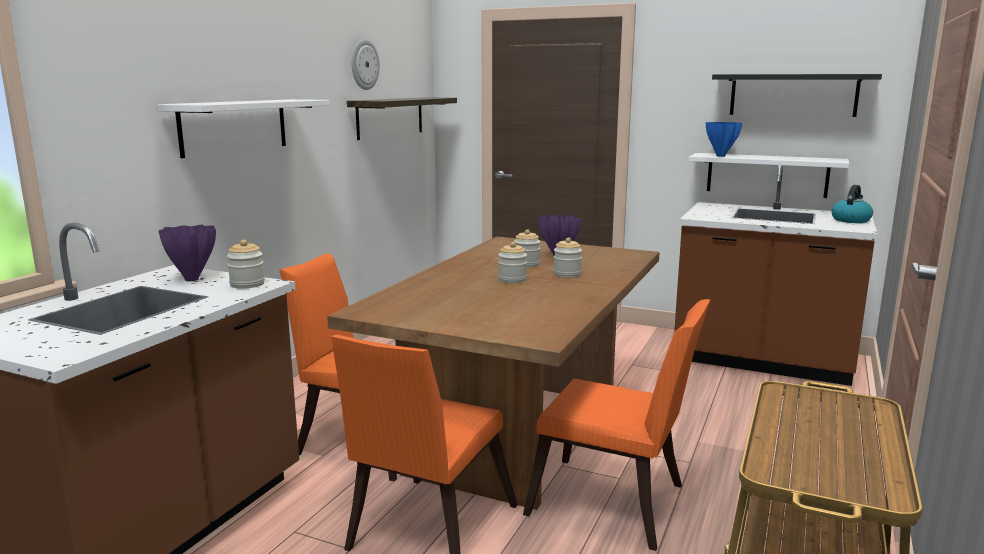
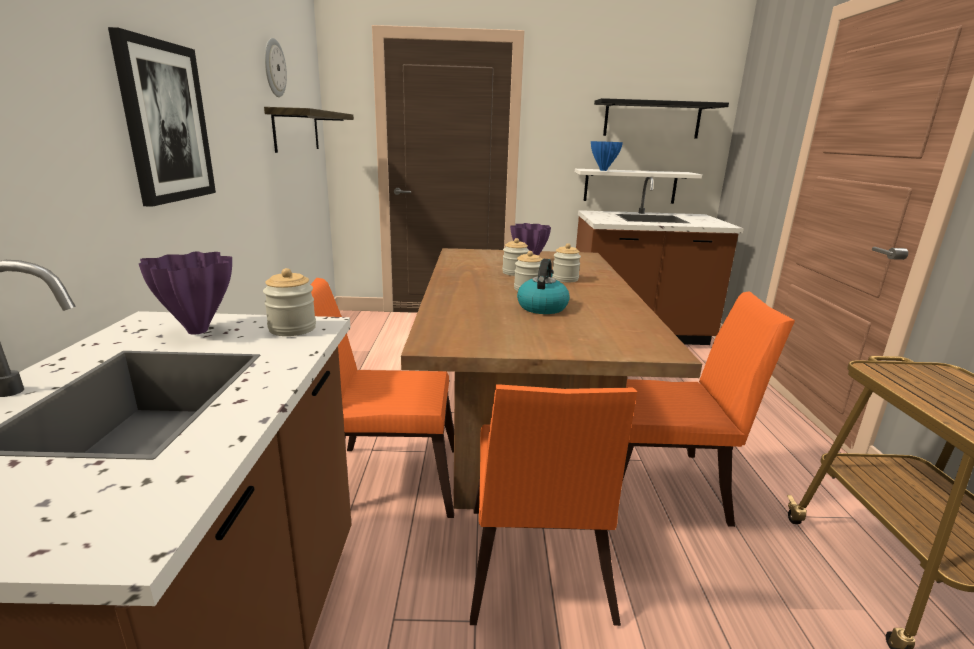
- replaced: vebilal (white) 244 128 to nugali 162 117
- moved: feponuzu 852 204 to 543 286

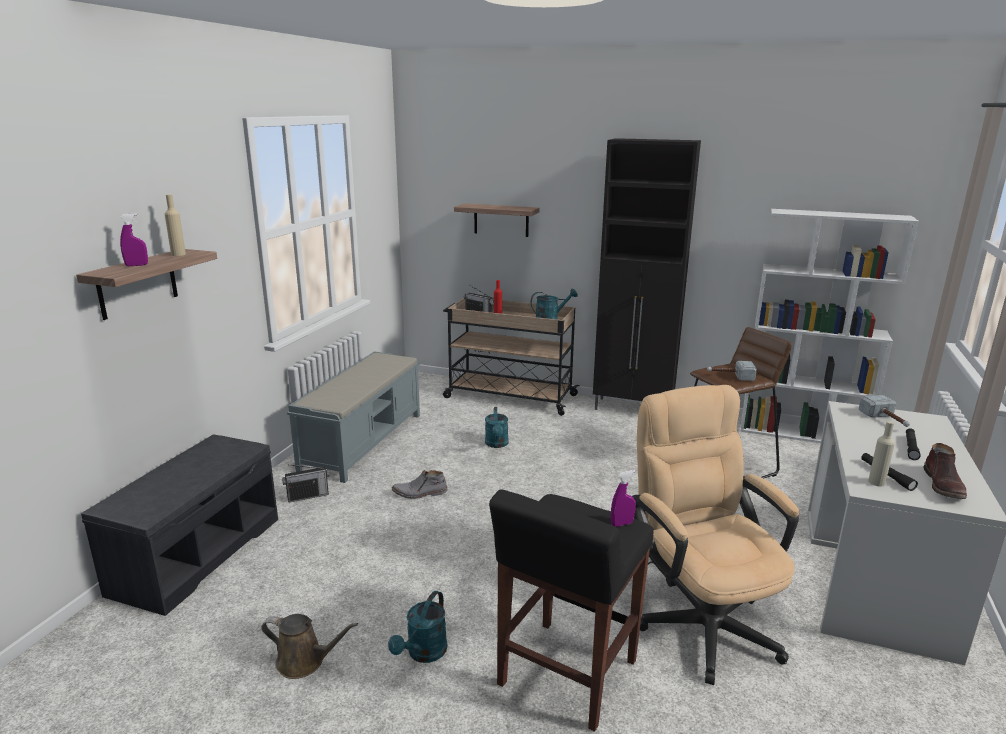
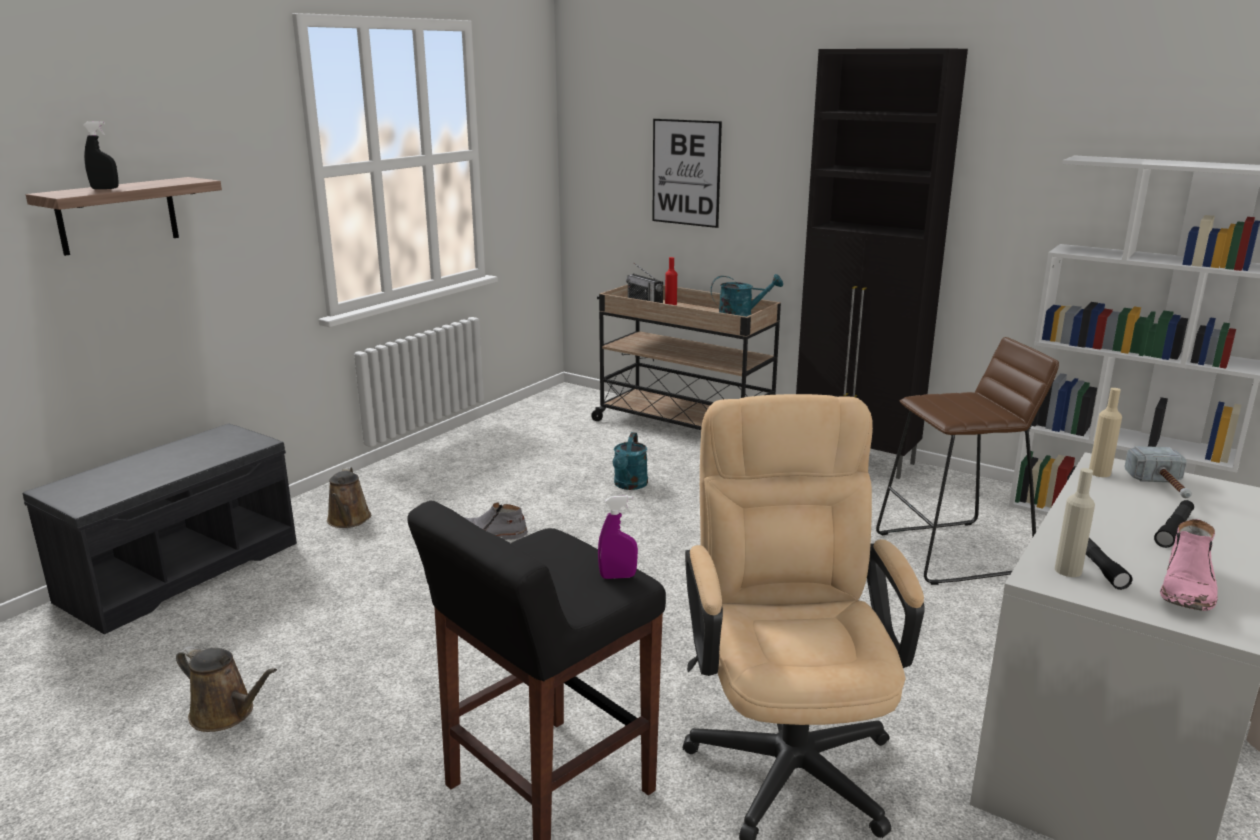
- recoloured: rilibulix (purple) 134 239 to rilibulix (black) 101 155
- moved: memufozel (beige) 175 225 to 1105 432
- replaced: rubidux 306 483 to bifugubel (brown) 349 497
- removed: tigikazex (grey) 353 417
- removed: bifugubel (turquoise) 418 627
- replaced: vebilal 497 220 to nugali 687 173
- removed: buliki 732 371
- recoloured: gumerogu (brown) 945 471 to gumerogu (pink) 1189 565

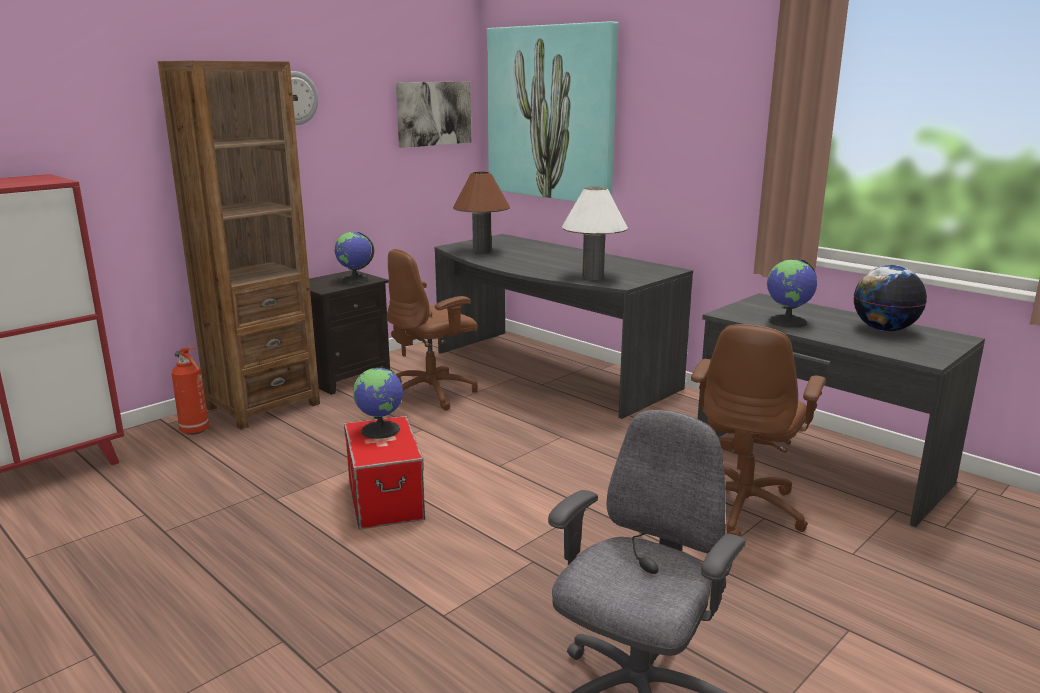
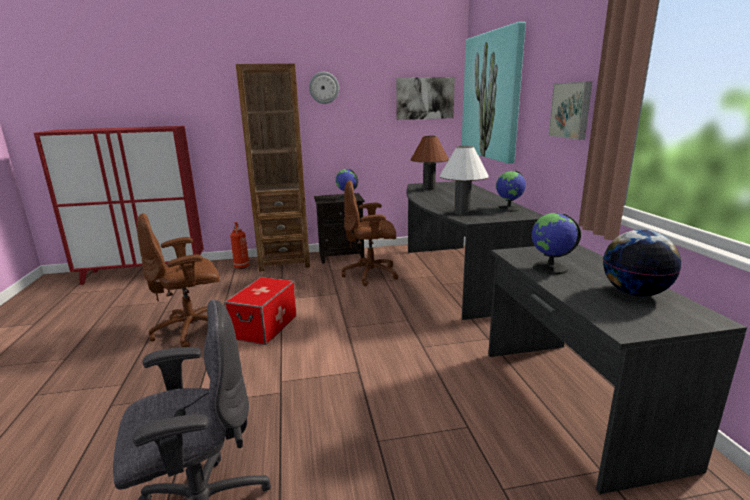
- moved: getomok 378 402 to 511 191
- moved: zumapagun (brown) 758 430 to 178 280
- added: nugali 570 111

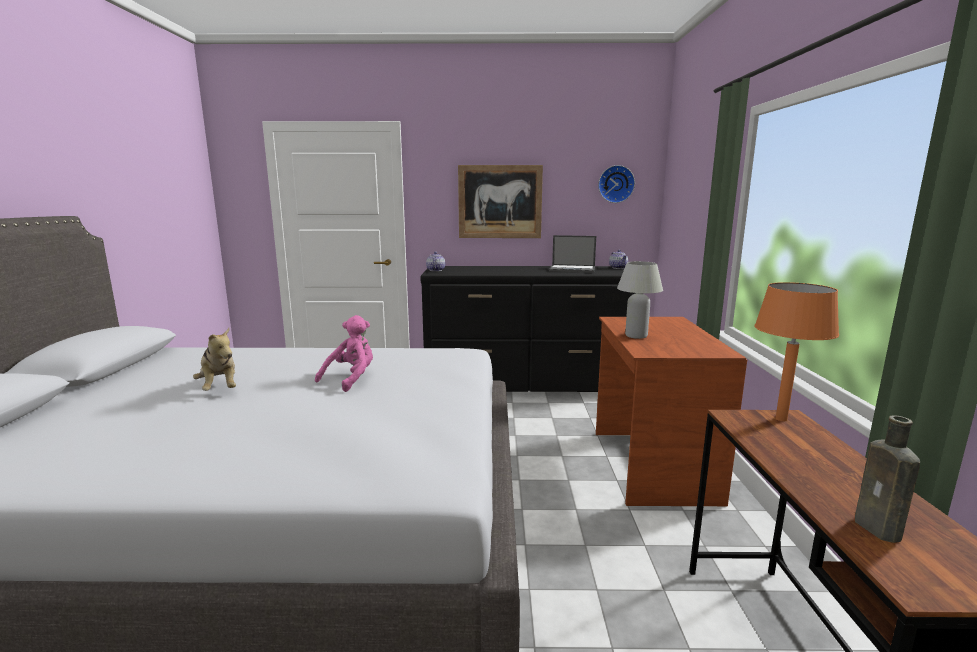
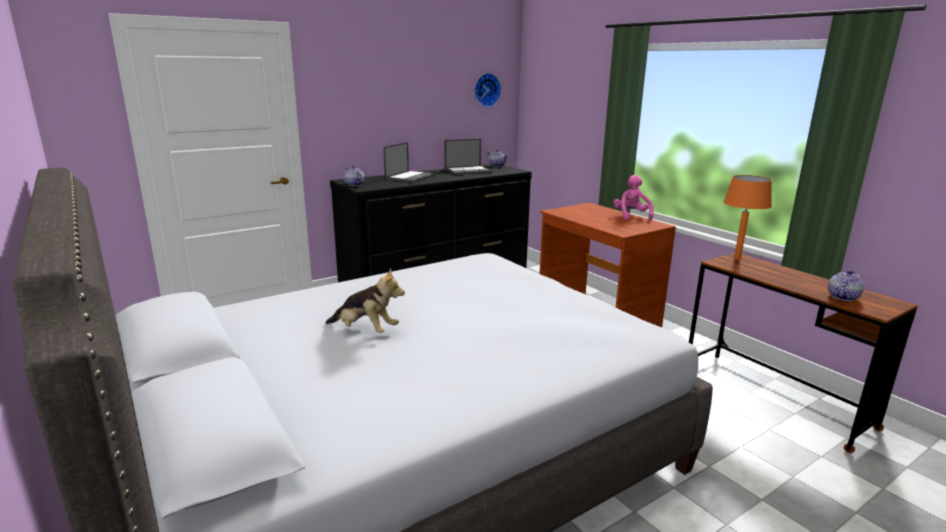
- moved: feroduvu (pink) 344 353 to 633 198
- removed: nugali 500 201
- removed: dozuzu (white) 640 300
- replaced: memufozel (brown) 887 479 to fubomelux 846 285
- added: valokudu 409 162

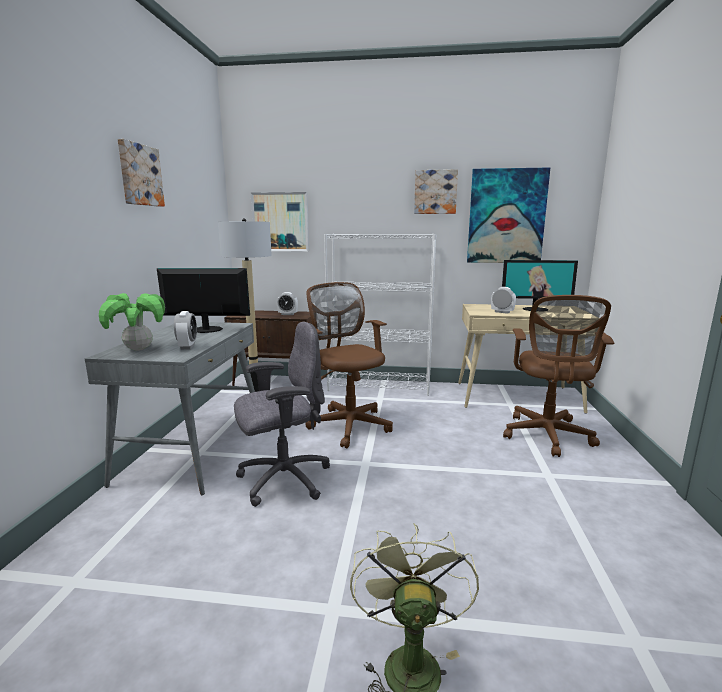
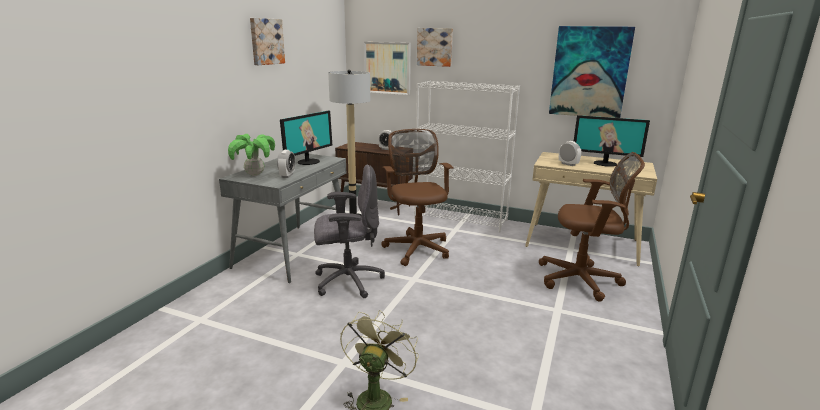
- turned: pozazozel 203 300 = 306 138 105 degrees clockwise
- moved: nugali 436 191 to 435 47
- turned: zumapagun (brown) 558 376 = 592 227 105 degrees counterclockwise

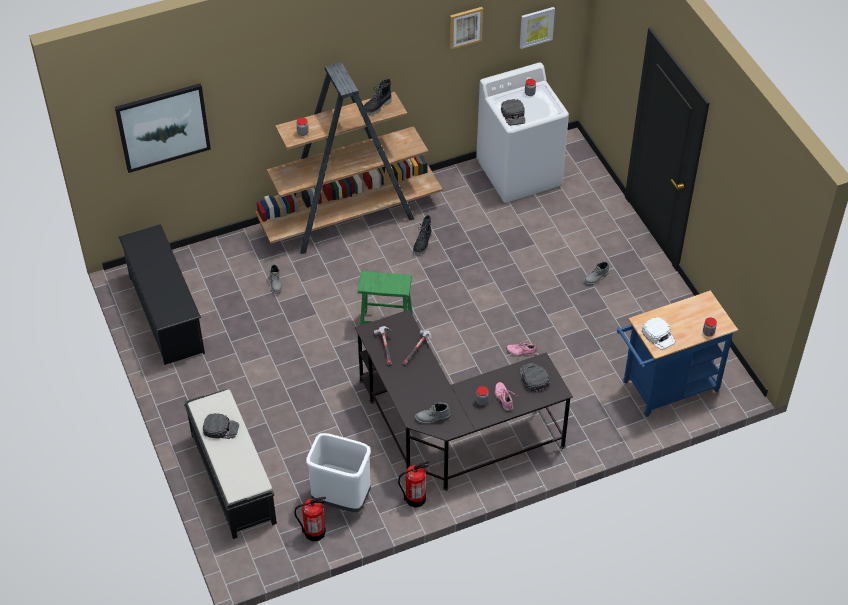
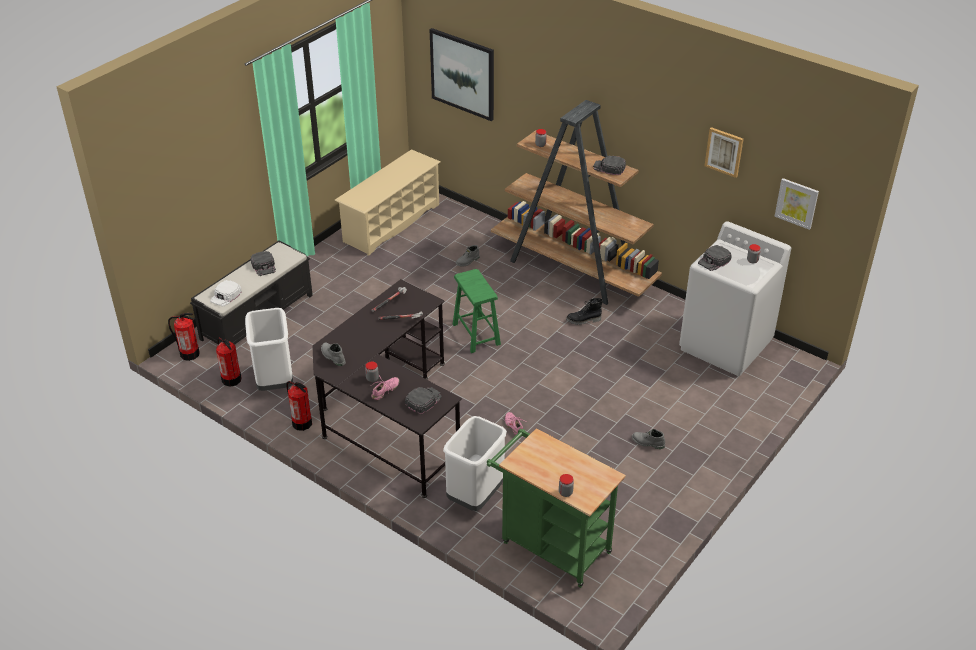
- recoloured: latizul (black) 162 294 to latizul (beige) 387 202
- replaced: gumerogu (black) 377 97 to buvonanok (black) 609 165
- recoloured: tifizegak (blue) 677 353 to tifizegak (green) 556 508
- moved: buvonanok (white) 658 333 to 226 293
- added: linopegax 183 337
- added: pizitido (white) 475 463

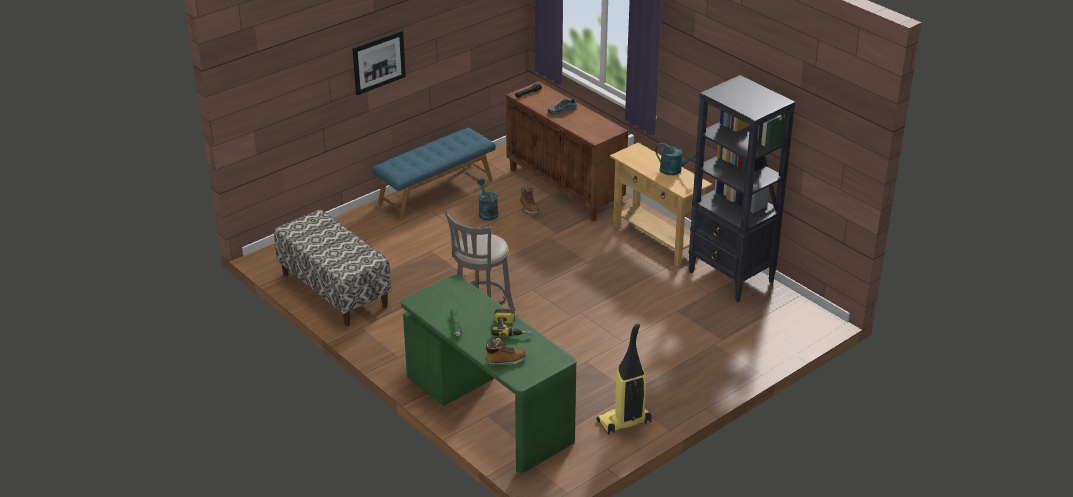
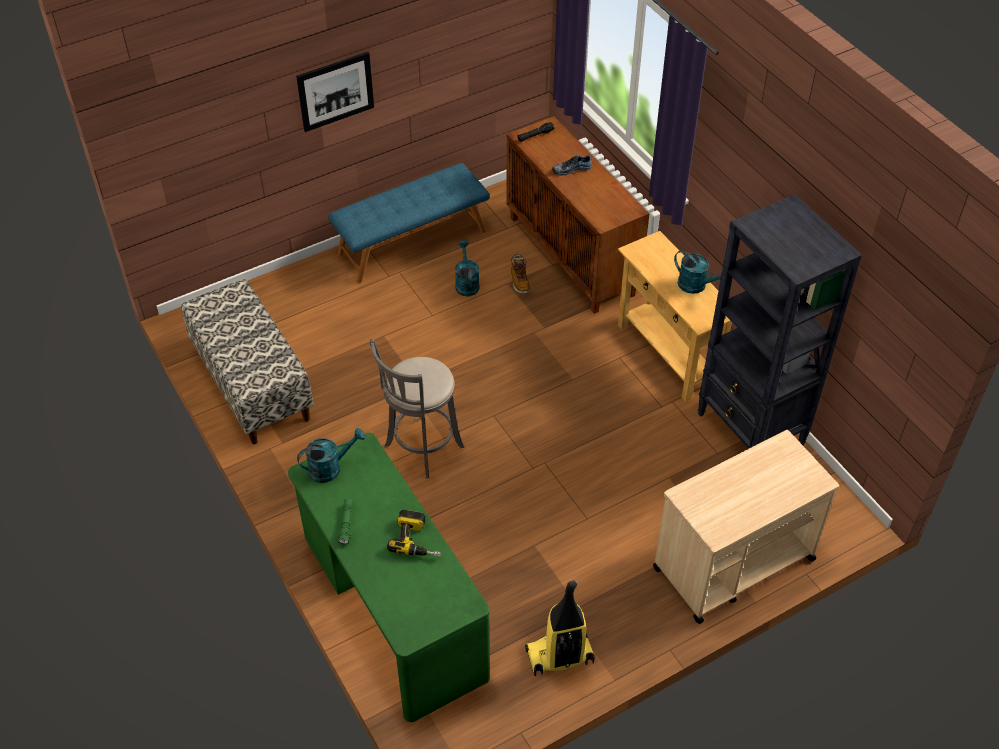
- removed: gumerogu 506 352
- added: bifugubel (turquoise) 331 455
- added: tifizegak (beige) 746 527

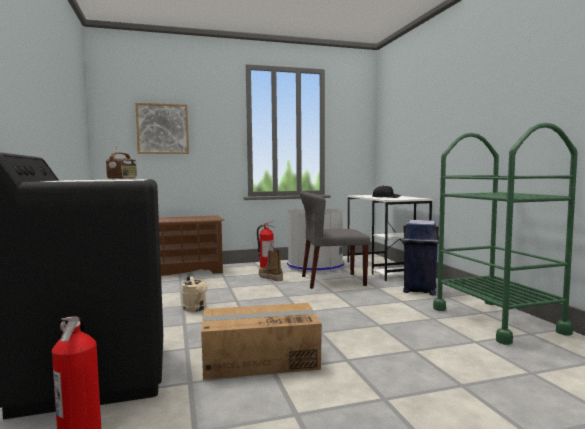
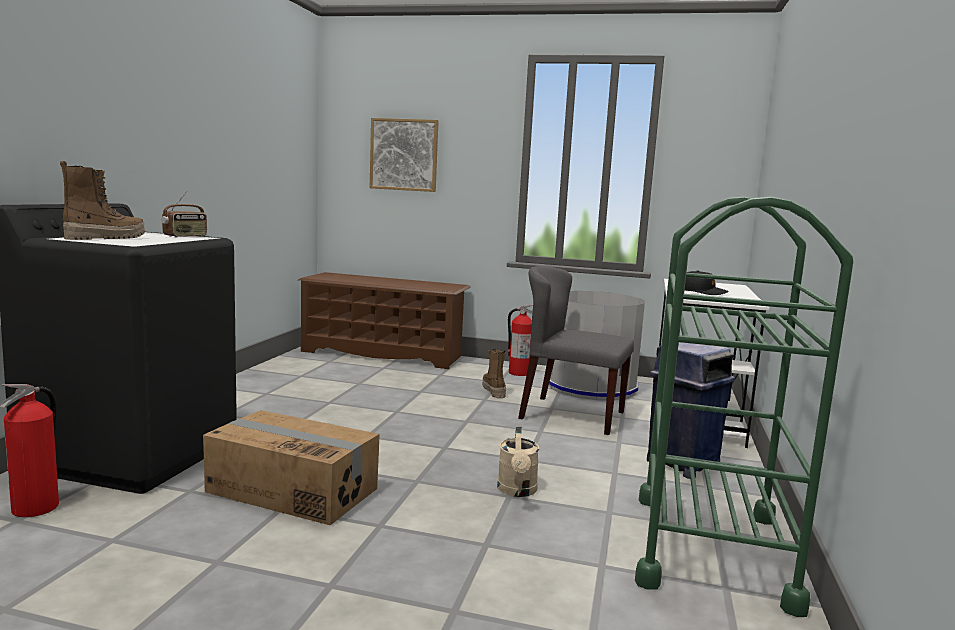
- moved: bifugubel (beige) 195 293 to 518 461
- added: gumerogu 102 200

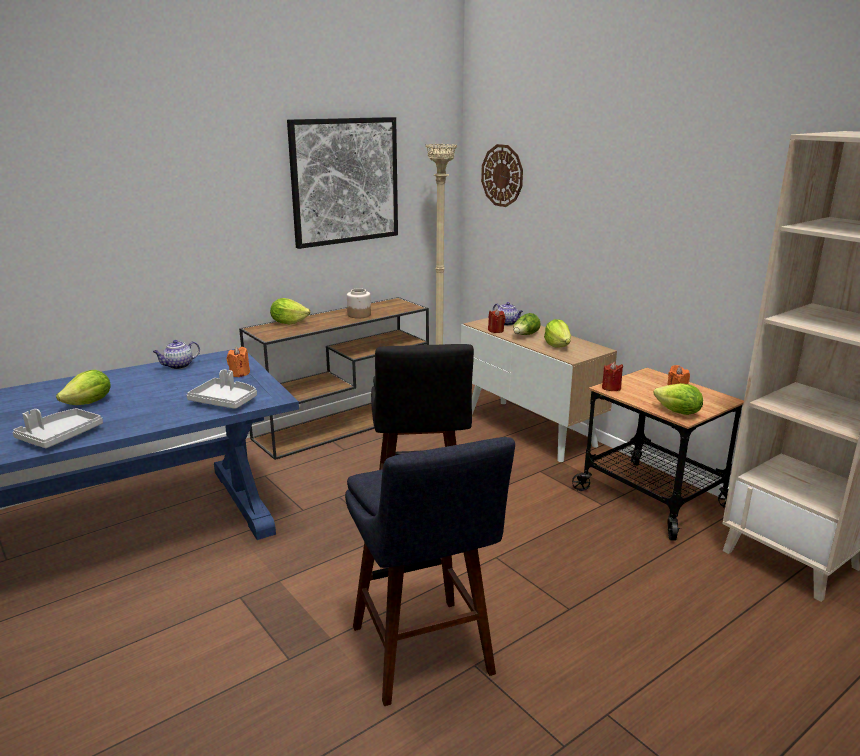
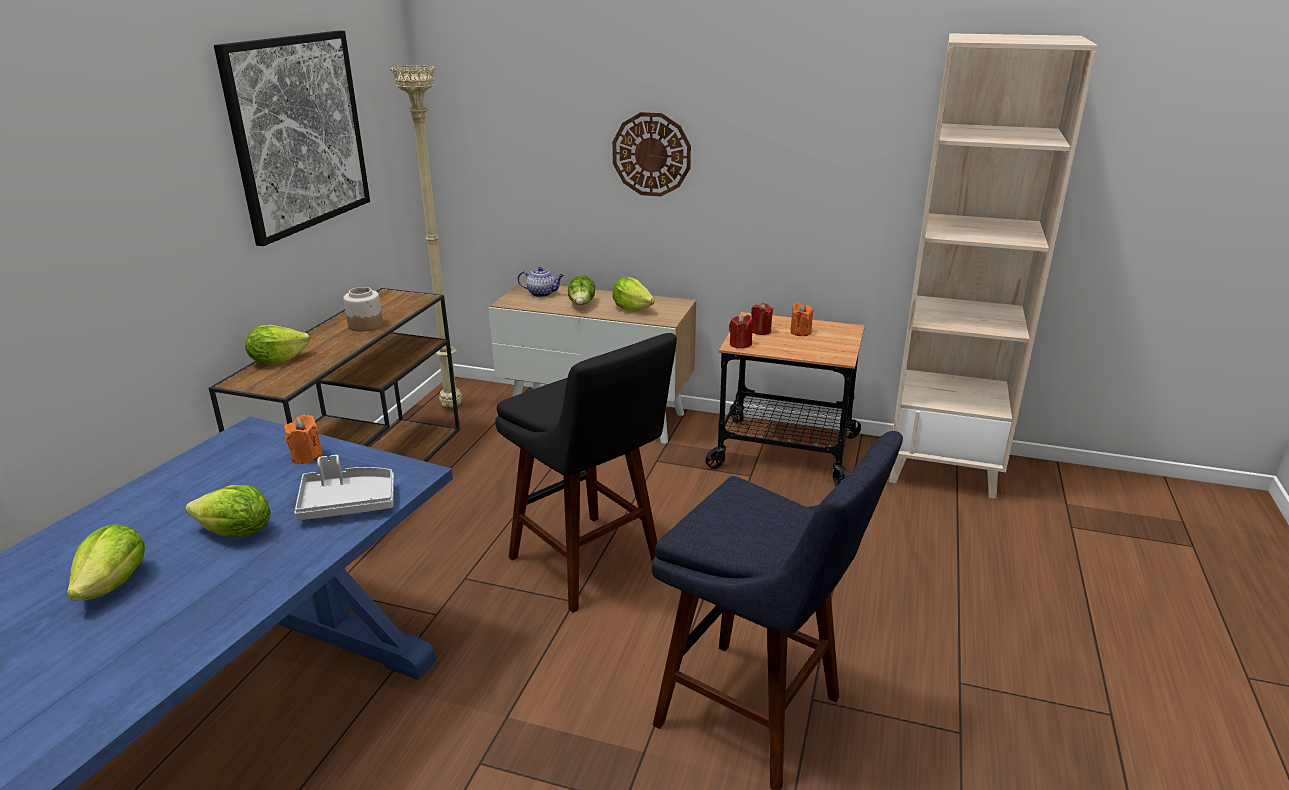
- removed: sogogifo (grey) 58 428
- removed: fubomelux 176 354
- moved: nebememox 502 175 to 651 154
- moved: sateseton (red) 497 321 to 762 319
- moved: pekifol 678 399 to 228 511

